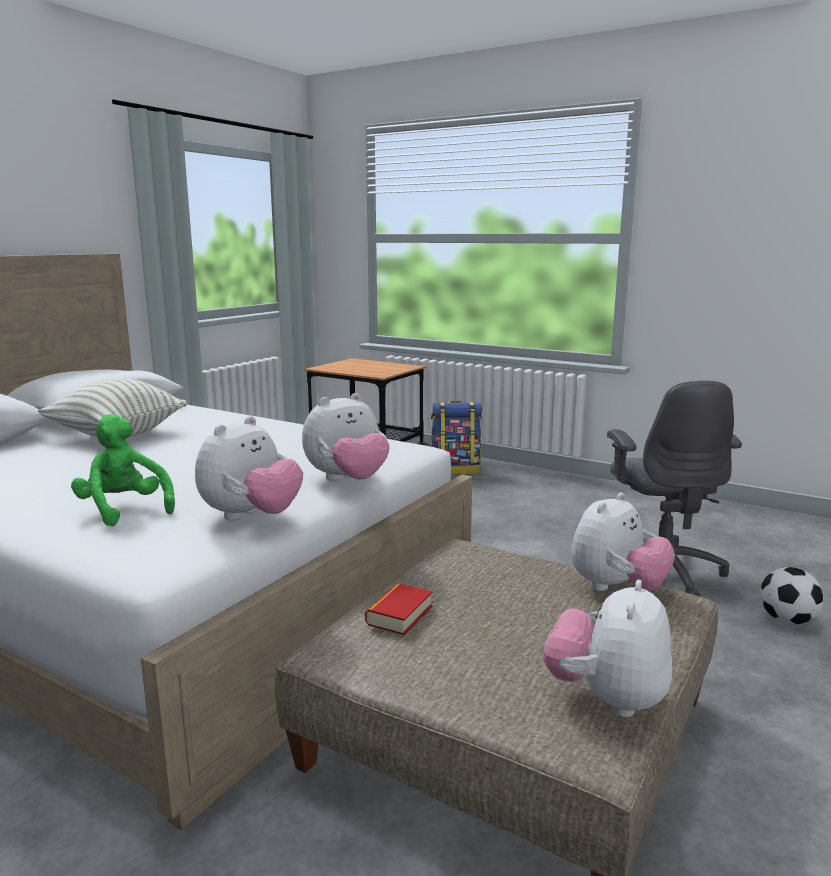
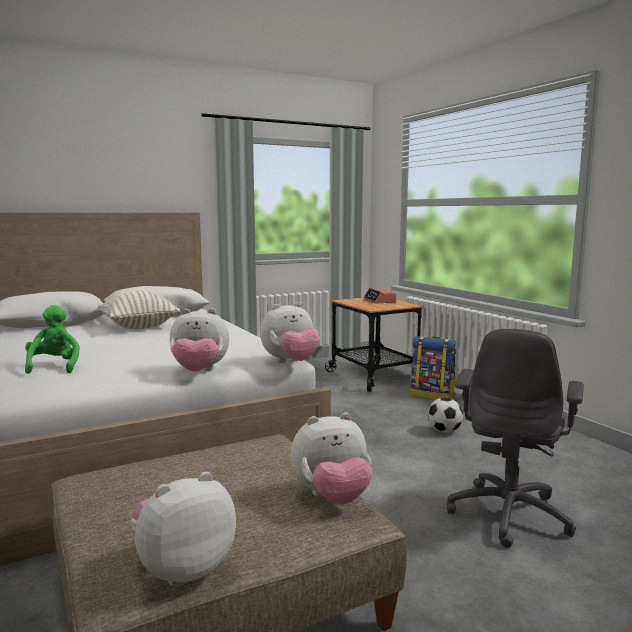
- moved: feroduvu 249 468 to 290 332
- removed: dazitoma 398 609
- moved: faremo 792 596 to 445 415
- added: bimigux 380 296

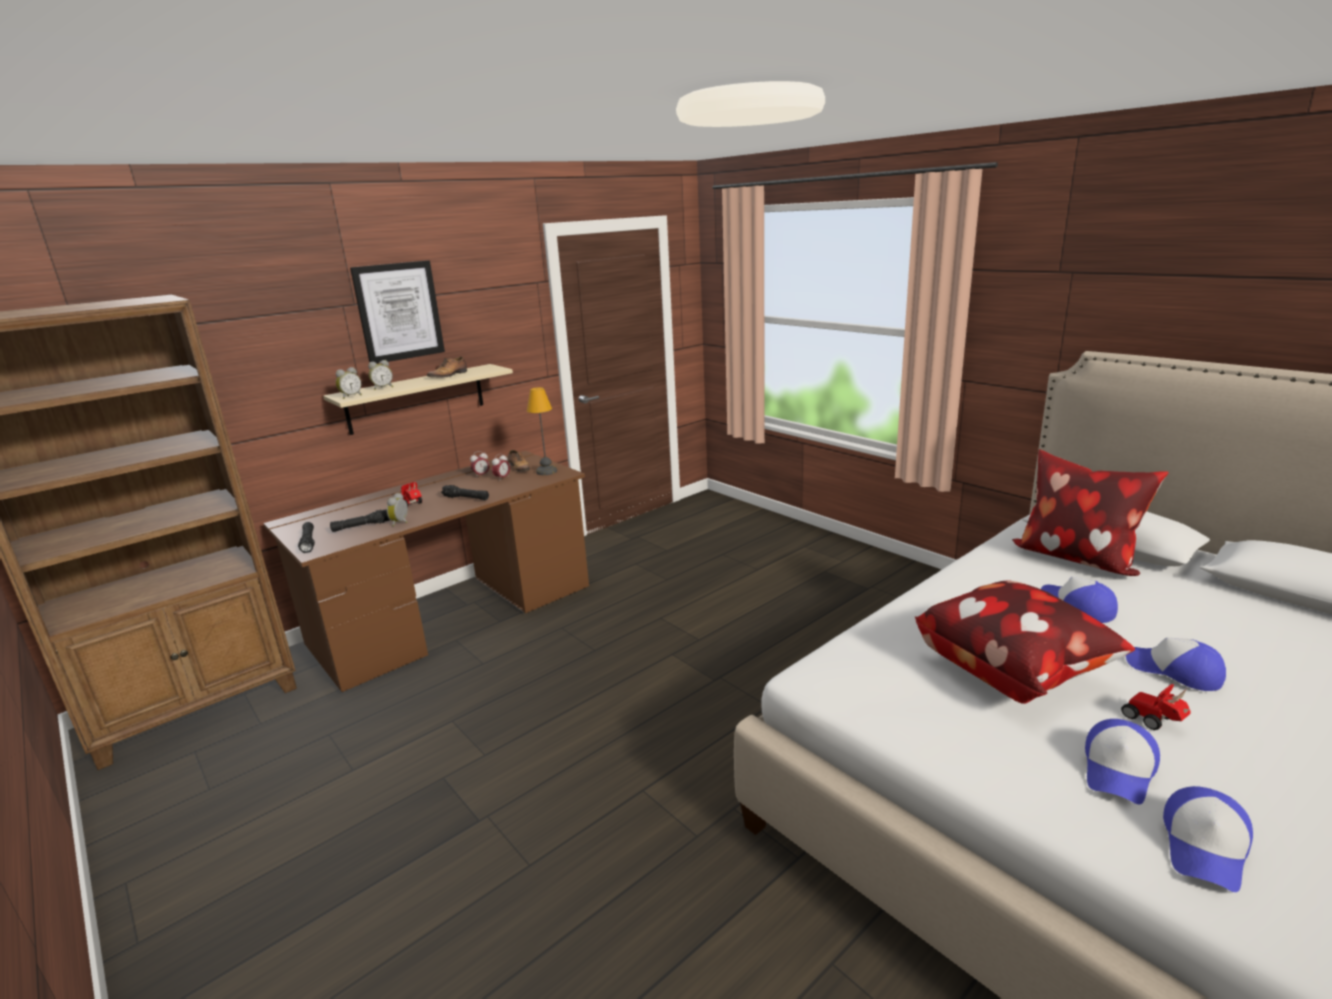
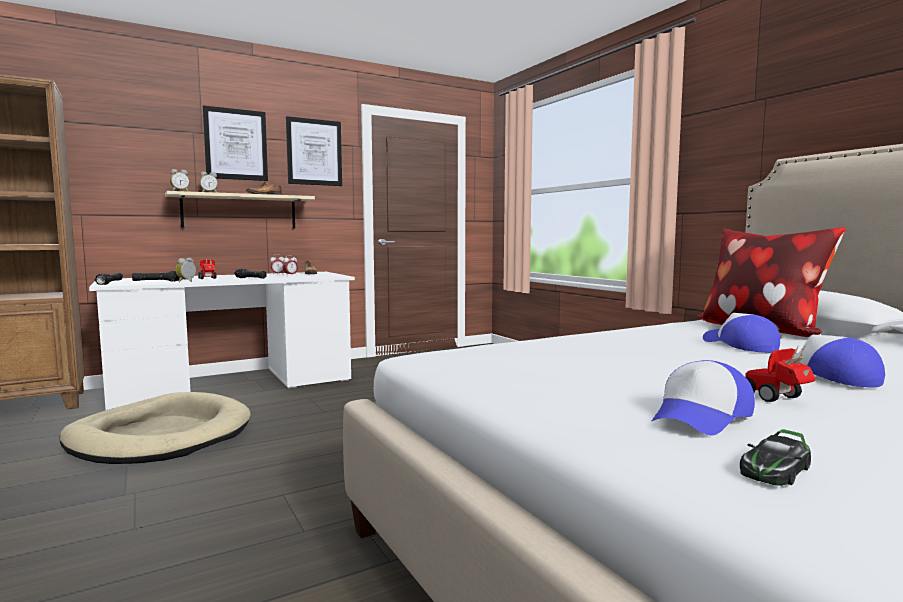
- recoloured: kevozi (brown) 426 571 to kevozi (white) 222 341
- removed: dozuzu 542 431
- removed: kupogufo 1025 642
- replaced: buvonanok 1208 839 to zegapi 775 457
- added: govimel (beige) 155 428
- added: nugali 314 151

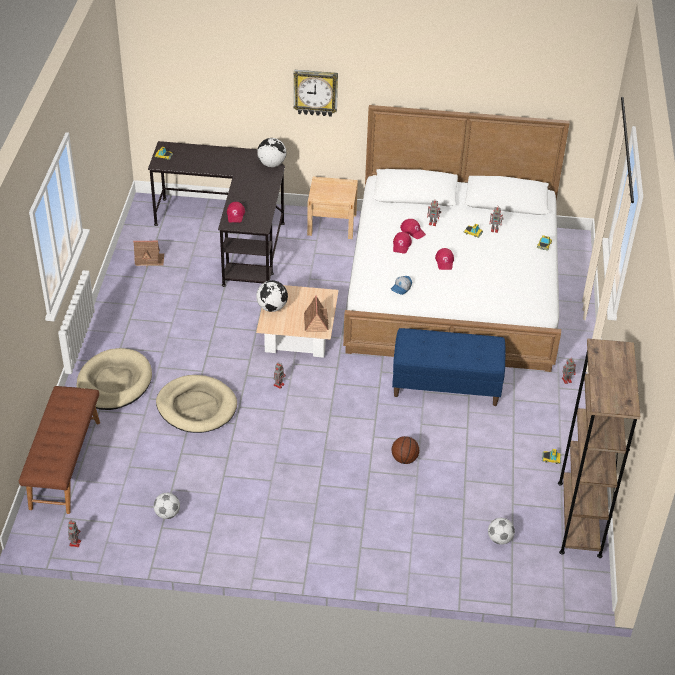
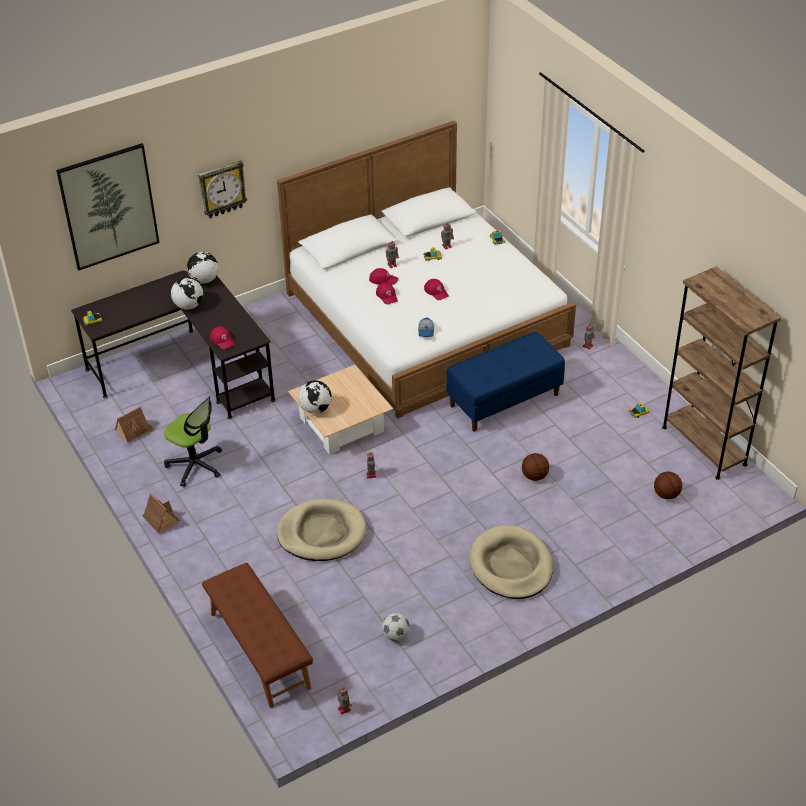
- moved: govimel (beige) 114 379 to 511 562
- moved: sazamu 316 313 to 161 513
- removed: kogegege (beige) 332 208
- replaced: faremo 501 531 to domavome 668 485
- added: nugali 108 206
- added: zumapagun 193 441
- added: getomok 187 293

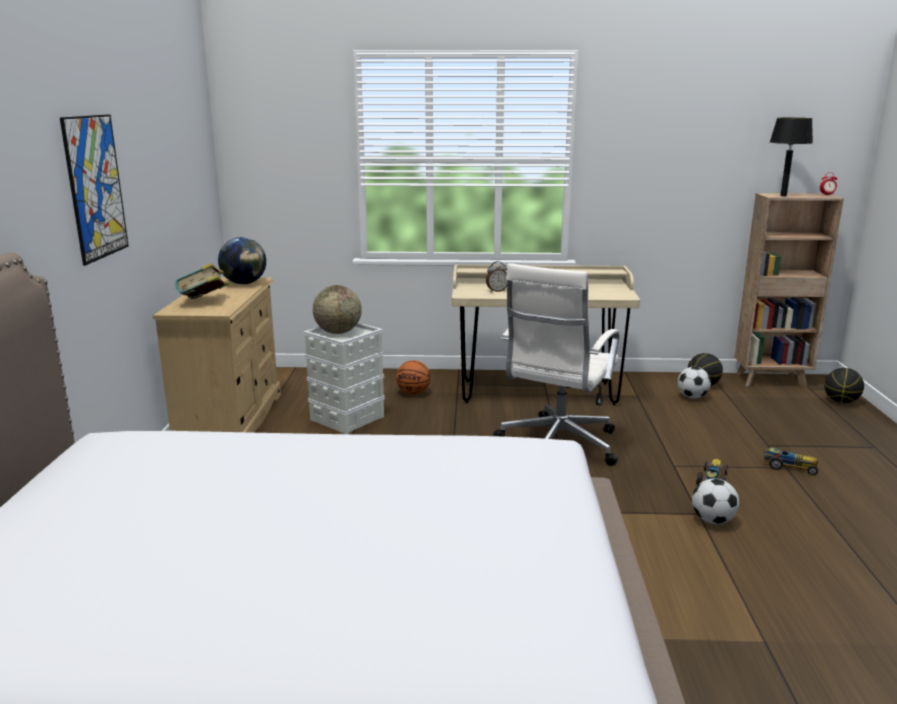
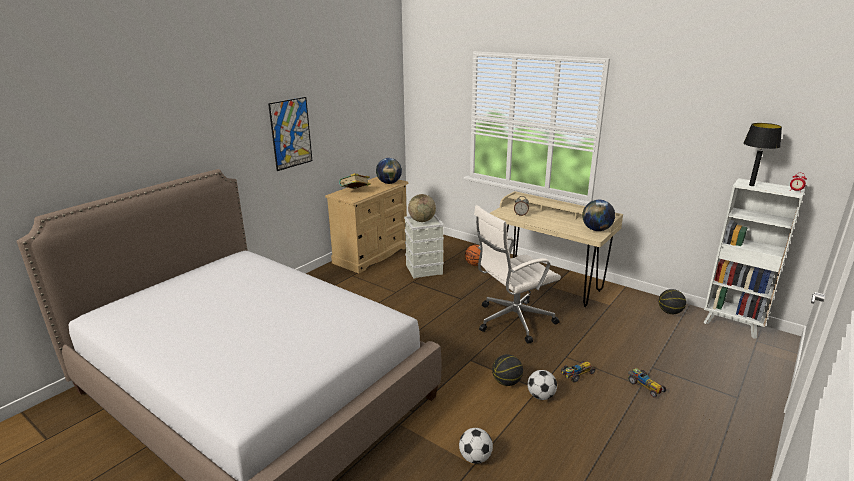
- moved: faremo 694 383 to 476 446
- recoloured: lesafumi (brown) 789 290 to lesafumi (white) 754 258
- moved: domavome 844 385 to 507 370
- added: getomok 598 215

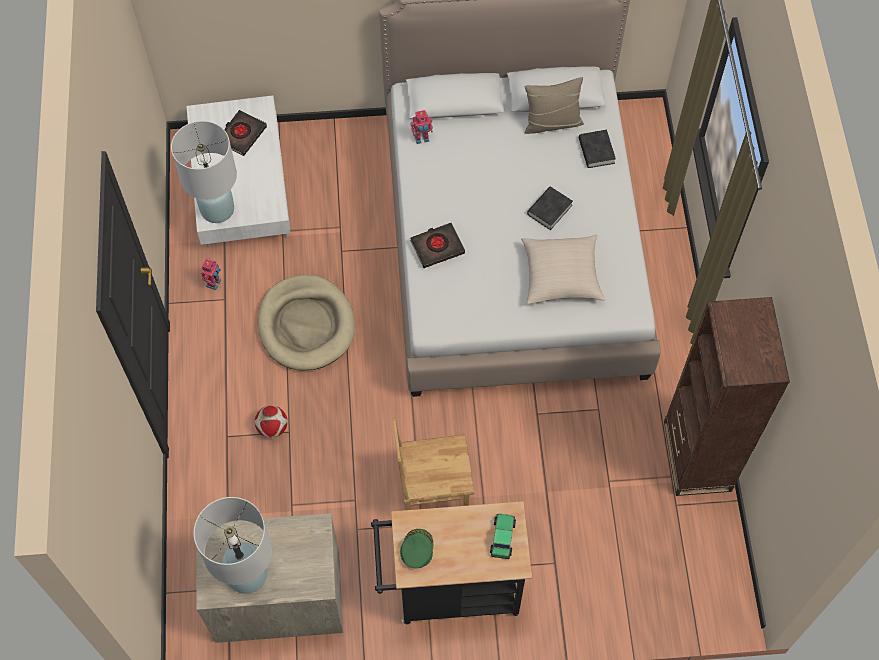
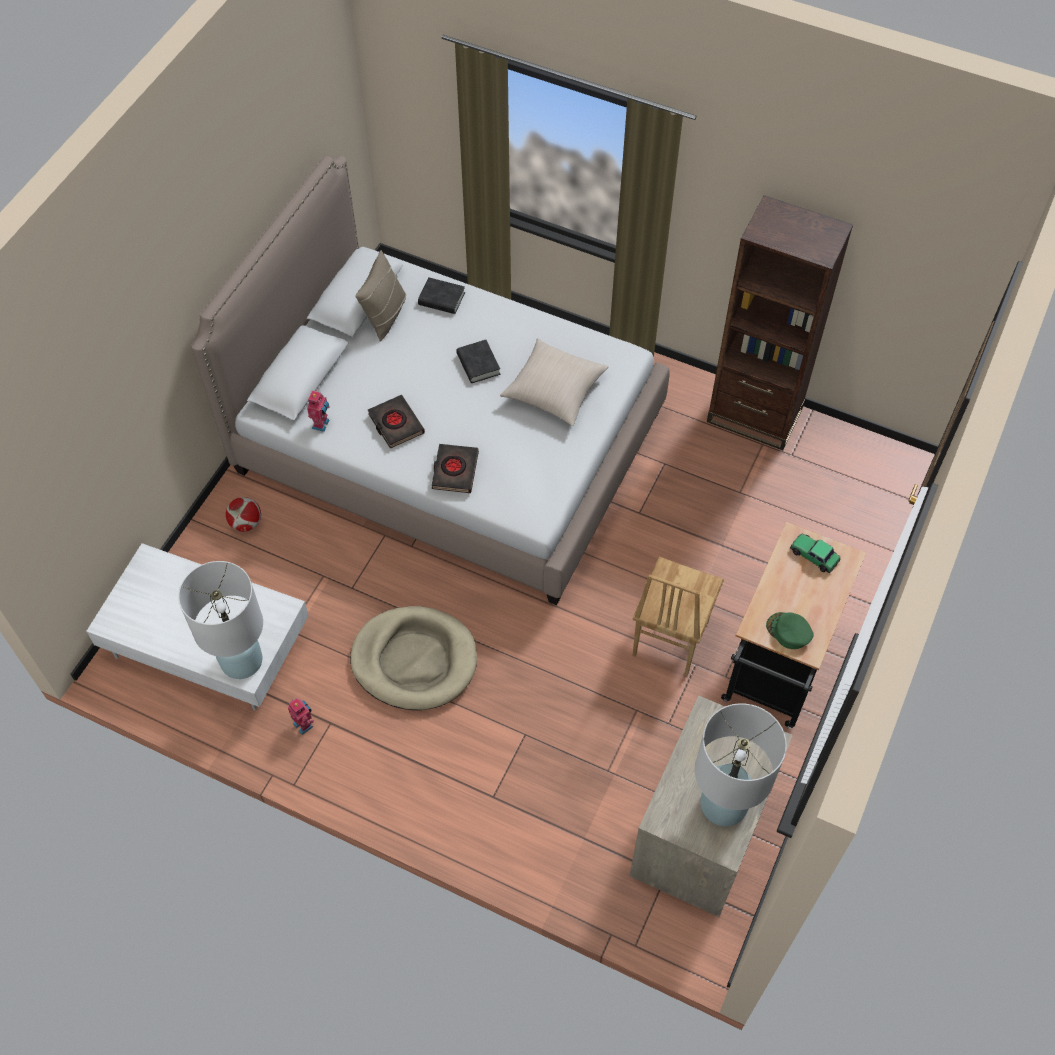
- moved: dazitoma (black) 245 133 to 396 422
- moved: faremo 271 421 to 243 514

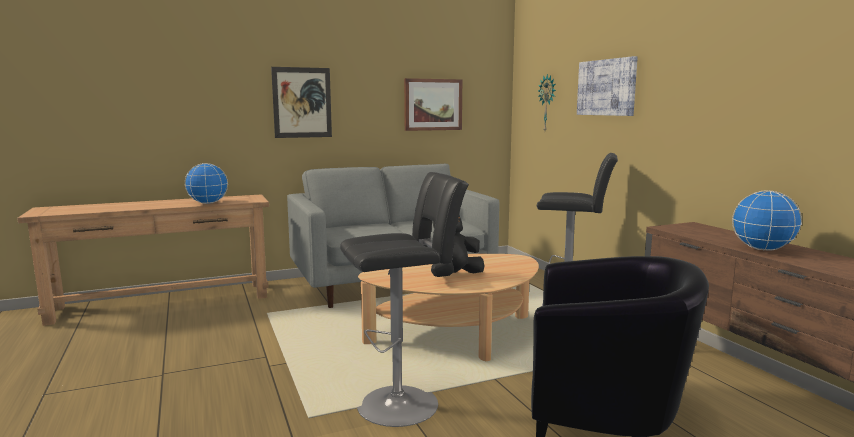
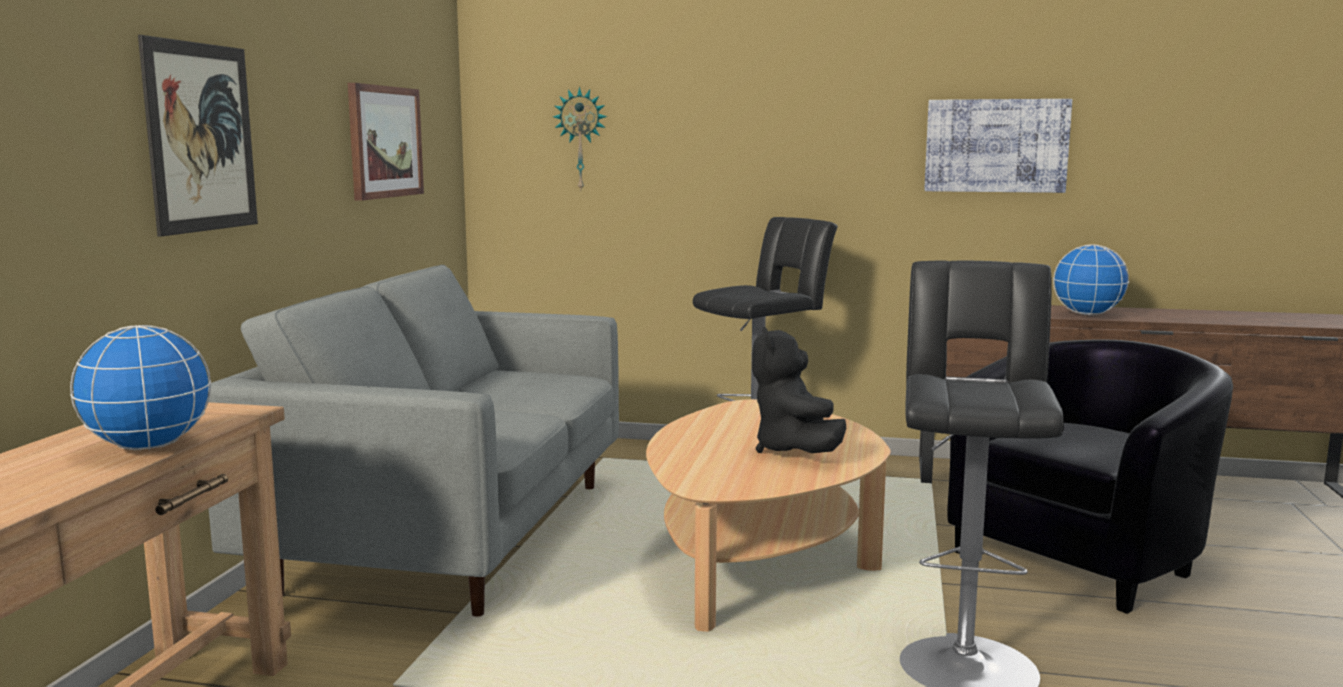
- moved: nugali 607 86 to 998 146

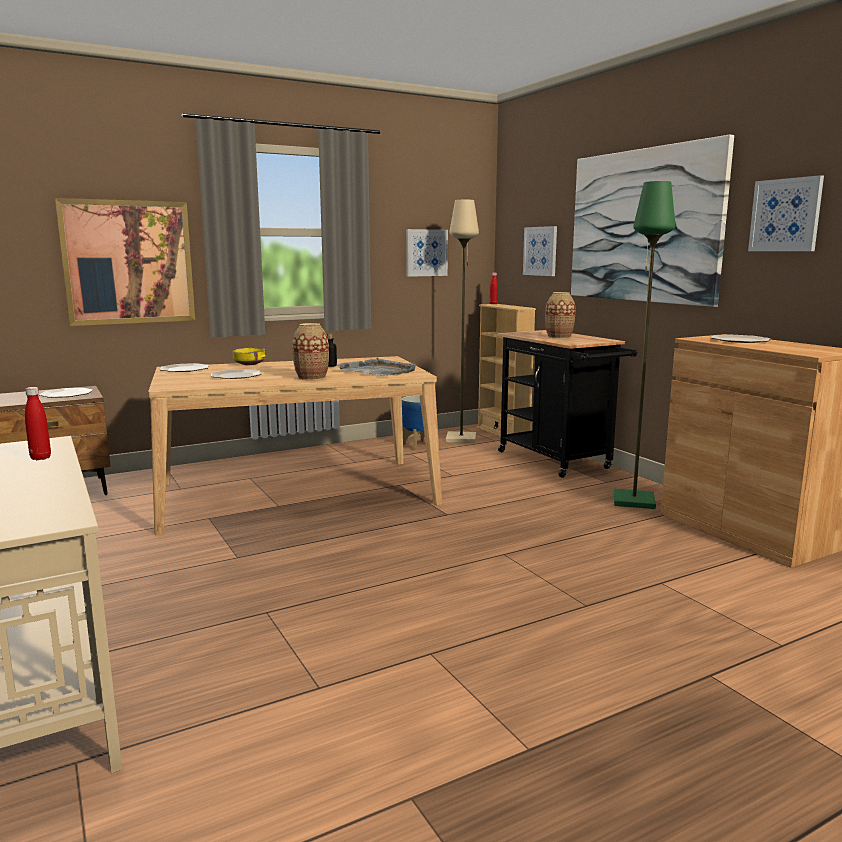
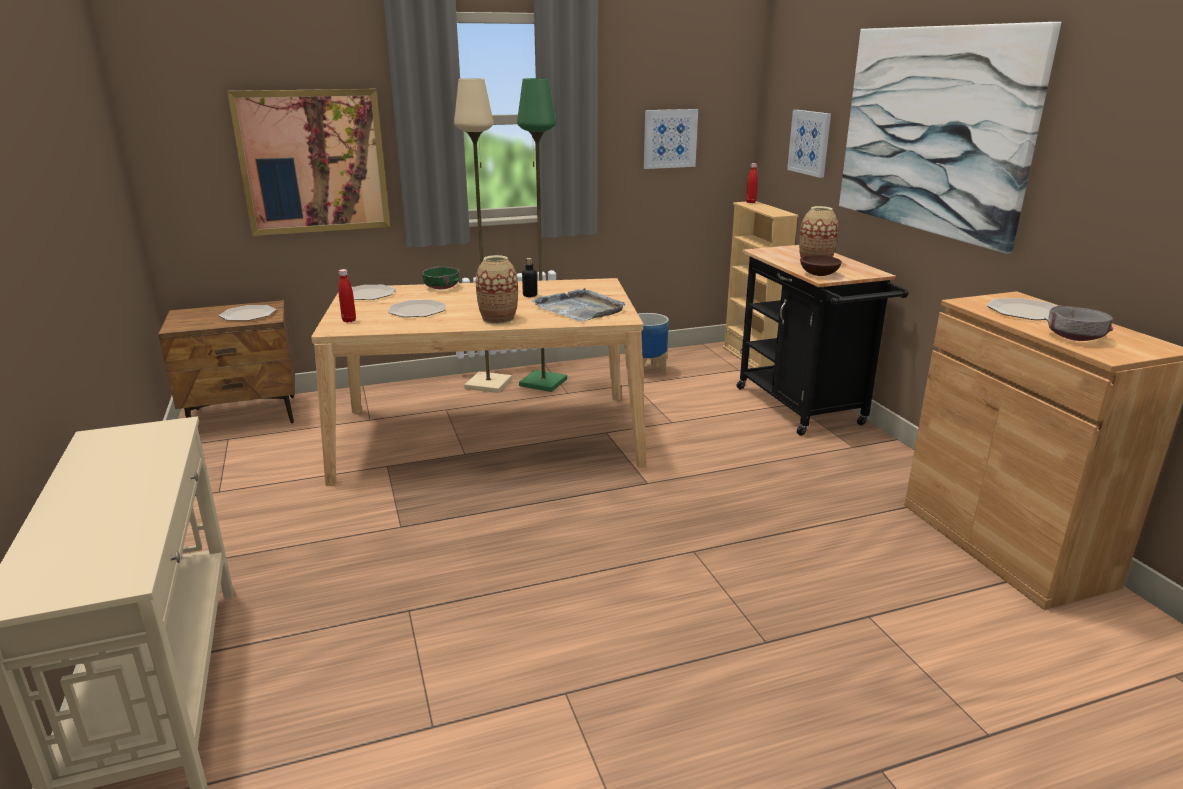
- moved: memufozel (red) 38 423 to 347 295
- recoloured: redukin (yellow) 249 356 to redukin (green) 440 278
- moved: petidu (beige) 462 321 to 483 235
- moved: petidu (green) 644 345 to 542 235
- removed: nugali 786 213
- added: redukin (brown) 821 265
- added: redukin (grey) 1079 323

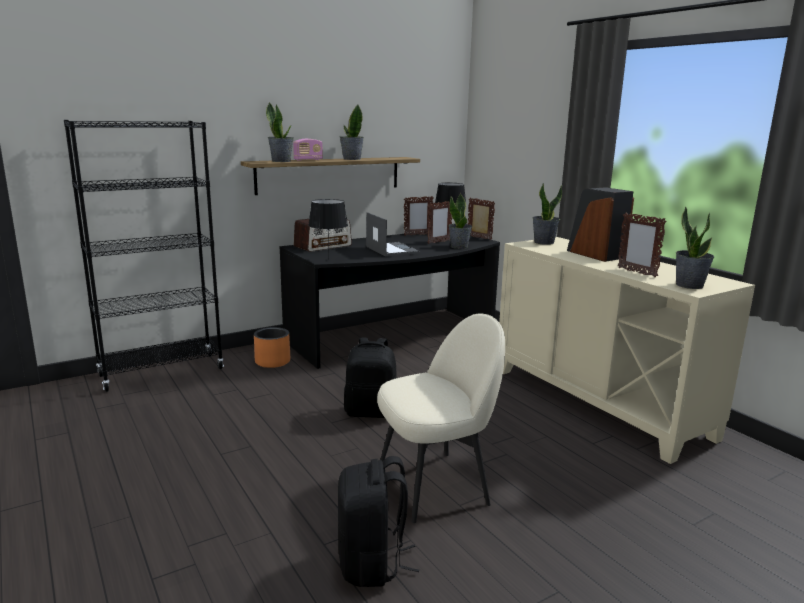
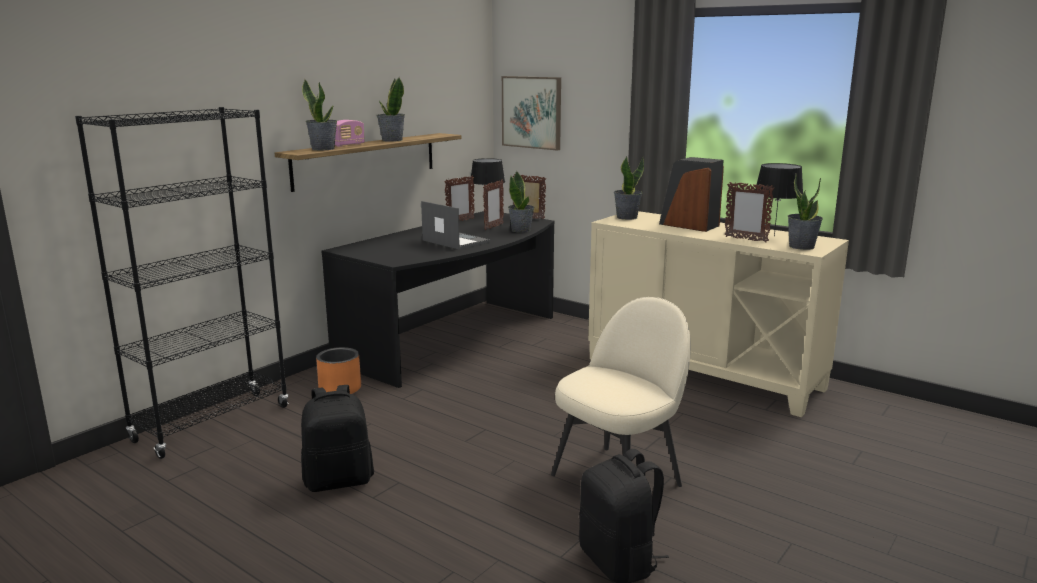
- removed: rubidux 322 235
- moved: dozuzu (black) 328 229 to 779 199
- moved: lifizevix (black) 370 378 to 337 438
- added: nugali 531 113

